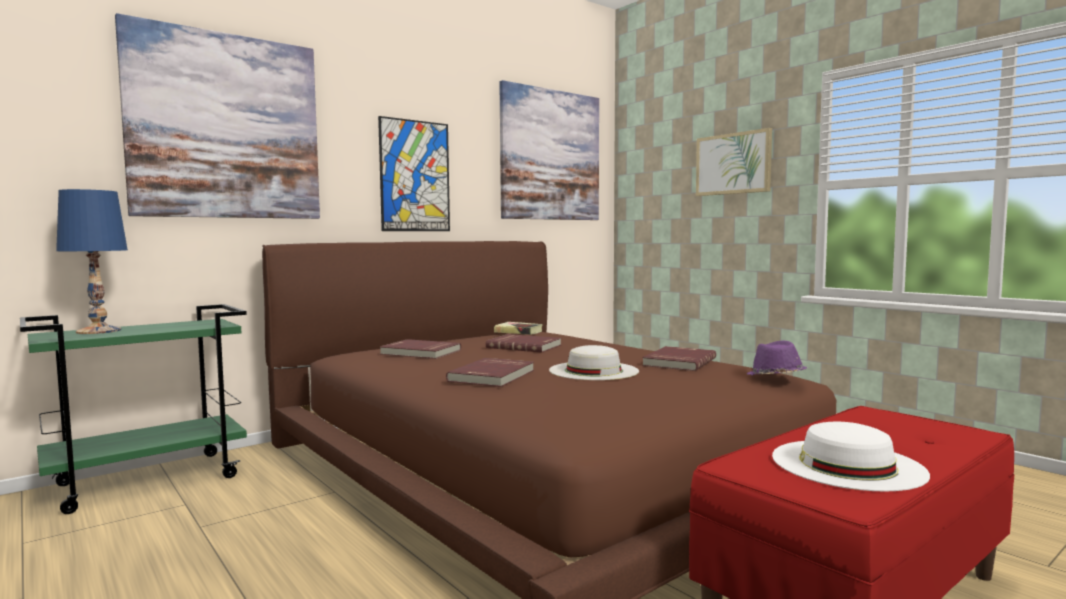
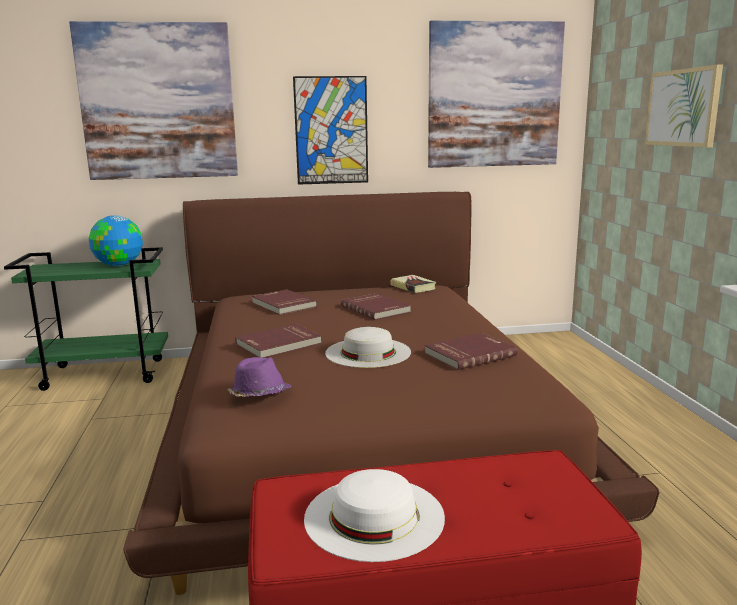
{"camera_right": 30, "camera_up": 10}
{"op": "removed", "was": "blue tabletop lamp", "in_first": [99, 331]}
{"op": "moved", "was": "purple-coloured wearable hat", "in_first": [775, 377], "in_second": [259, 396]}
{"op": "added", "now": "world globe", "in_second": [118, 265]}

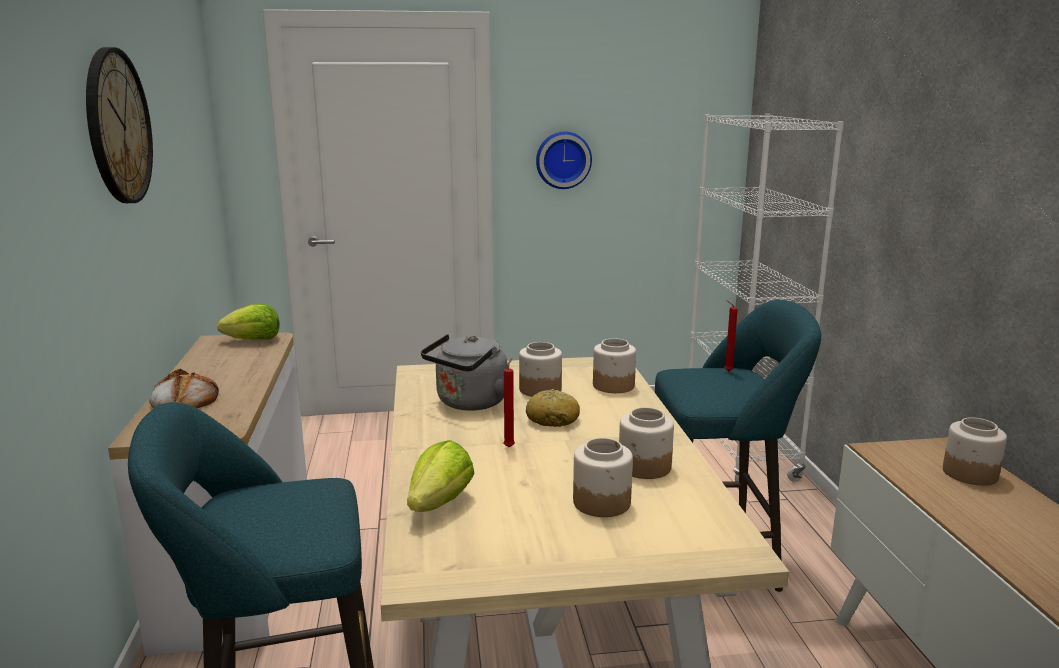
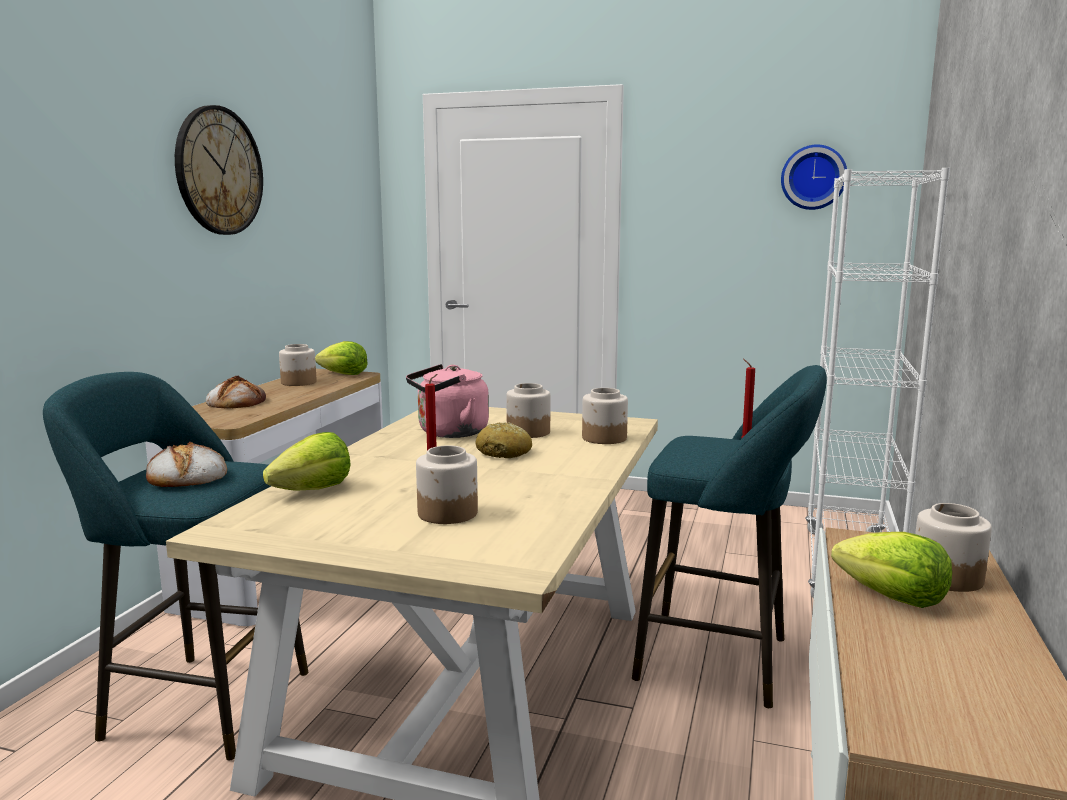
{"camera_right": 25, "camera_up": -5}
{"op": "recoloured", "was": "greyish kettle", "now": "pink-coloured kettle", "in_first": [469, 403], "in_second": [449, 433]}
{"op": "moved", "was": "wall clock", "in_first": [563, 160], "in_second": [813, 177]}
{"op": "moved", "was": "preserve jar", "in_first": [644, 467], "in_second": [298, 382]}
{"op": "added", "now": "baked bread", "in_second": [186, 476]}
{"op": "added", "now": "lettuce", "in_second": [892, 598]}

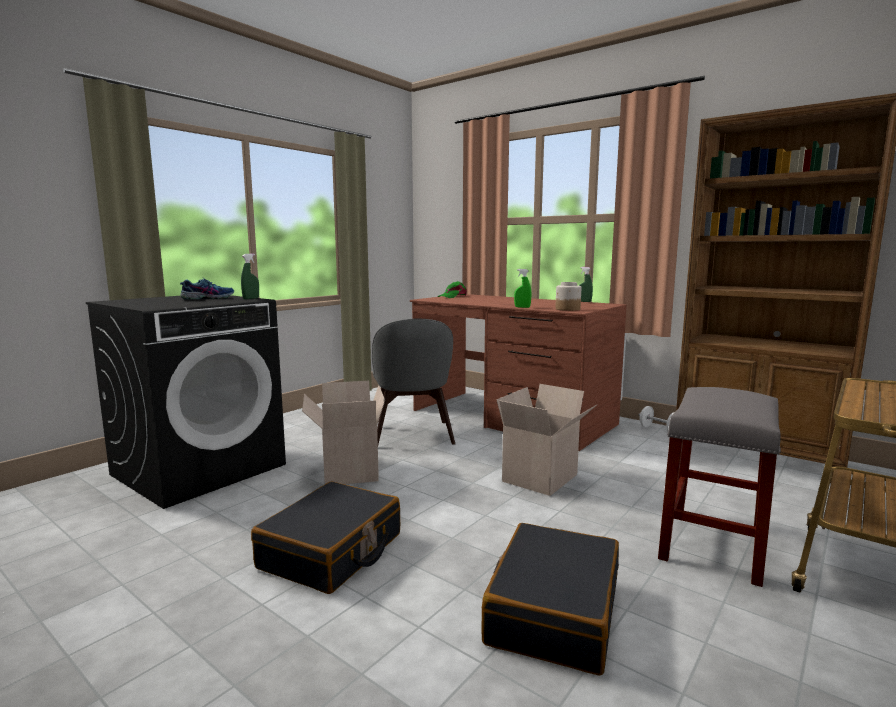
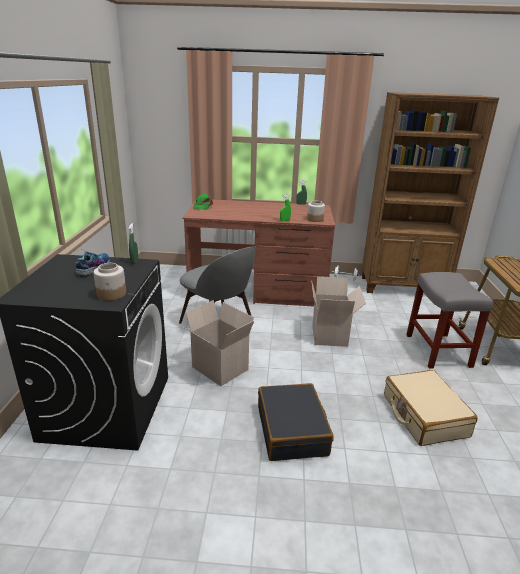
{"camera_right": -35, "camera_up": 15}
{"op": "recoloured", "was": "black travel case", "now": "sand-coloured travel case", "in_first": [553, 611], "in_second": [424, 415]}
{"op": "added", "now": "preserve jar", "in_second": [112, 294]}

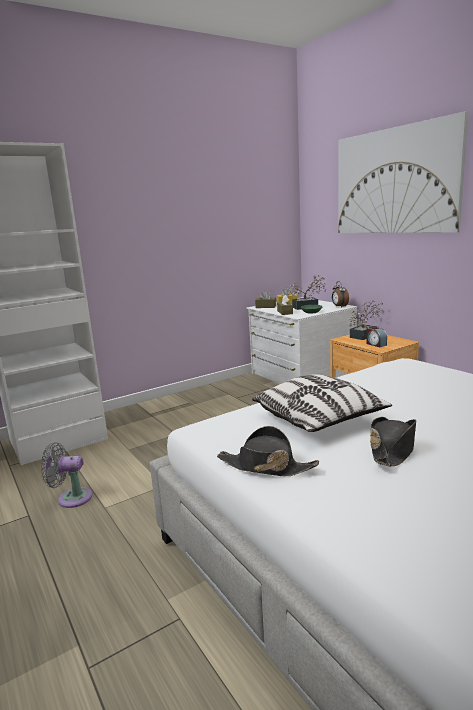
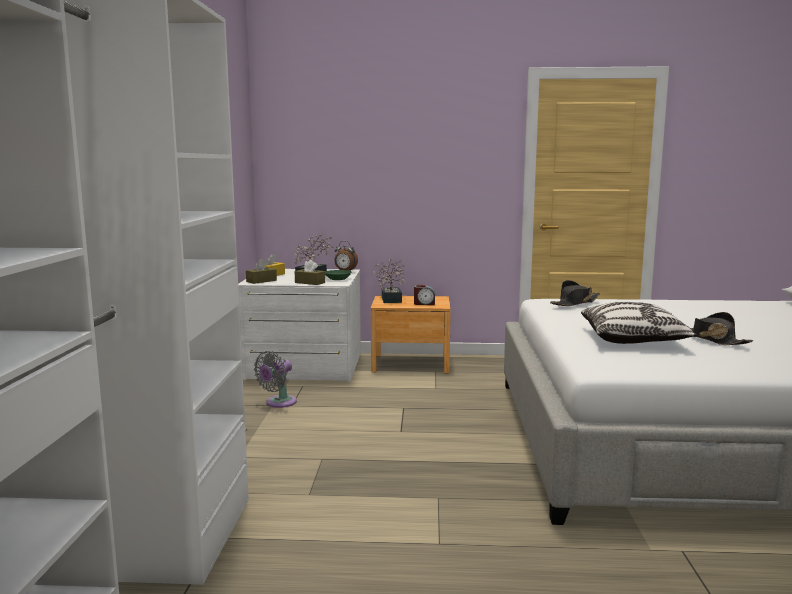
{"camera_right": -55, "camera_up": -5}
{"op": "moved", "was": "greyish cooling fan", "in_first": [71, 498], "in_second": [278, 403]}
{"op": "moved", "was": "black wearable hat", "in_first": [266, 466], "in_second": [575, 303]}
{"op": "removed", "was": "wall art", "in_first": [395, 181]}

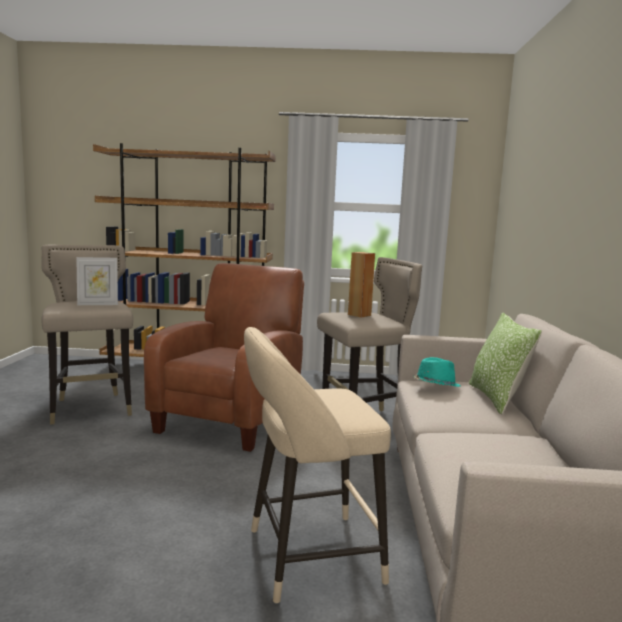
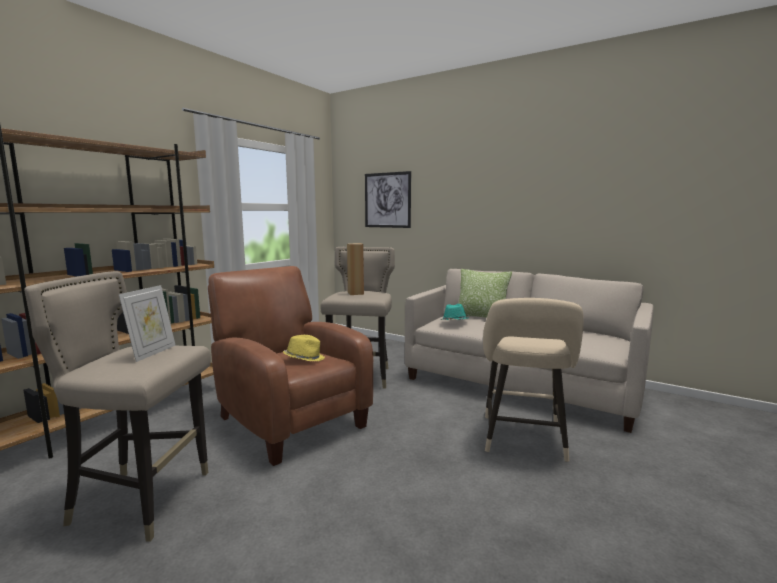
{"camera_right": -60, "camera_up": 0}
{"op": "added", "now": "yellow-coloured wearable hat", "in_second": [304, 358]}
{"op": "added", "now": "wall art", "in_second": [387, 200]}

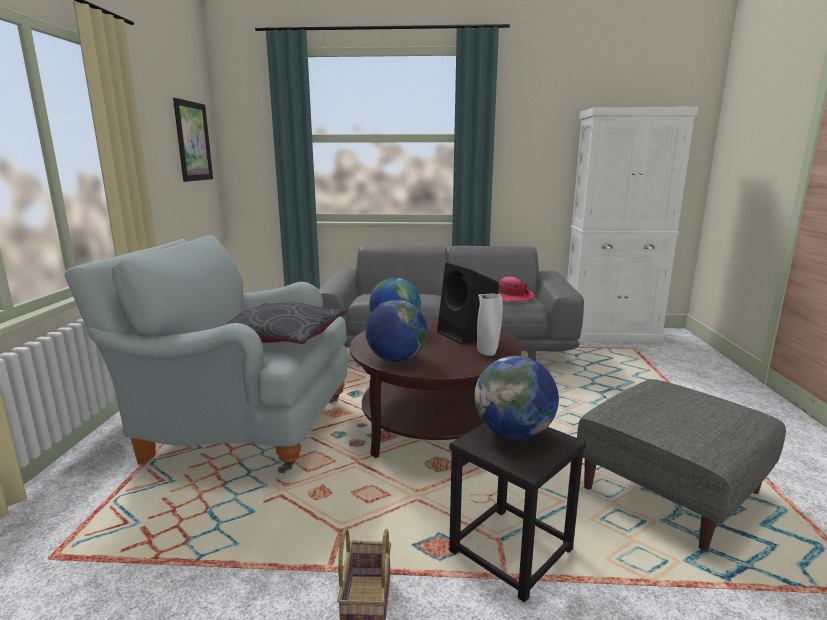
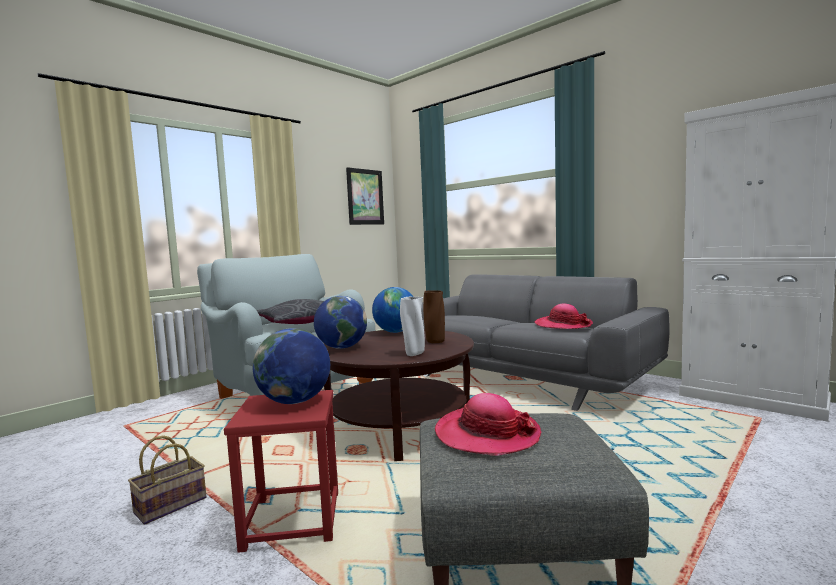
{"camera_right": 40, "camera_up": -10}
{"op": "replaced", "was": "black audio speaker", "now": "brown-coloured vase", "in_first": [467, 334], "in_second": [435, 342]}
{"op": "recoloured", "was": "black sitting stool", "now": "red sitting stool", "in_first": [511, 552], "in_second": [292, 521]}
{"op": "added", "now": "wearable hat", "in_second": [487, 434]}

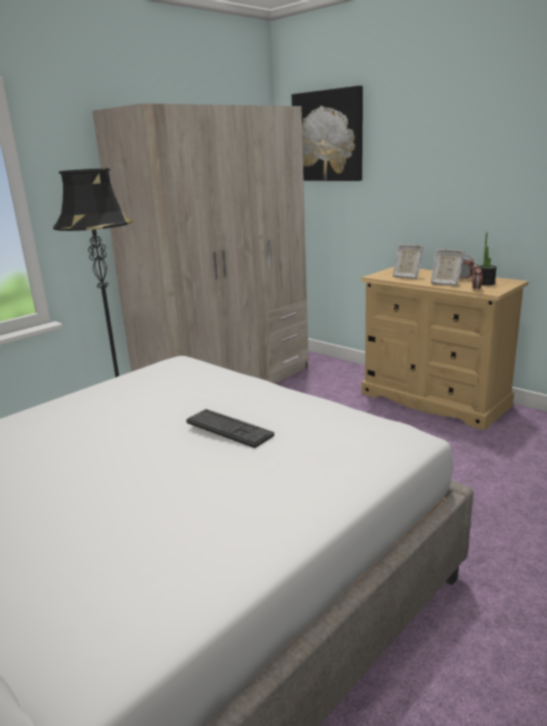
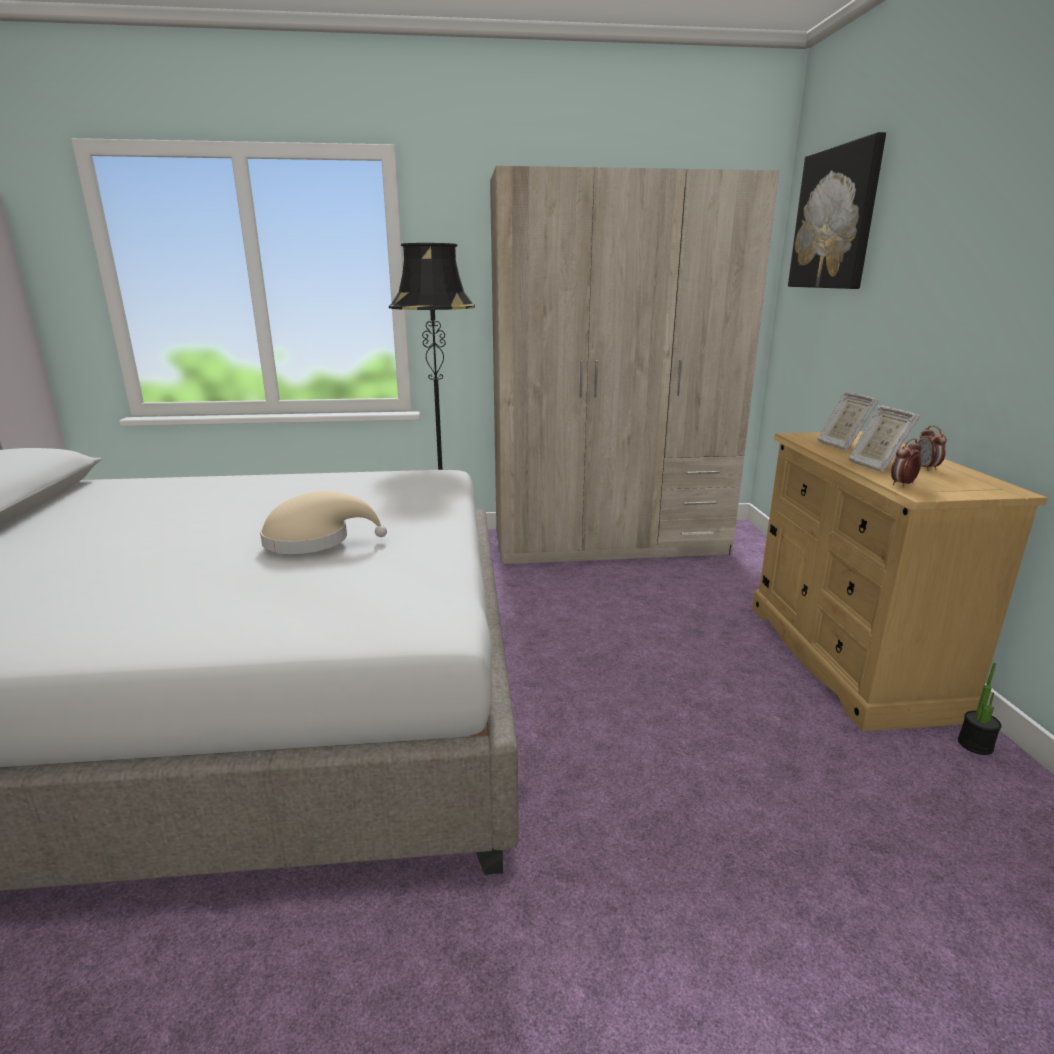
{"camera_right": 40, "camera_up": 0}
{"op": "replaced", "was": "keyboard", "now": "sand-coloured wearable hat", "in_first": [229, 429], "in_second": [314, 540]}
{"op": "moved", "was": "potted plant", "in_first": [486, 283], "in_second": [975, 745]}

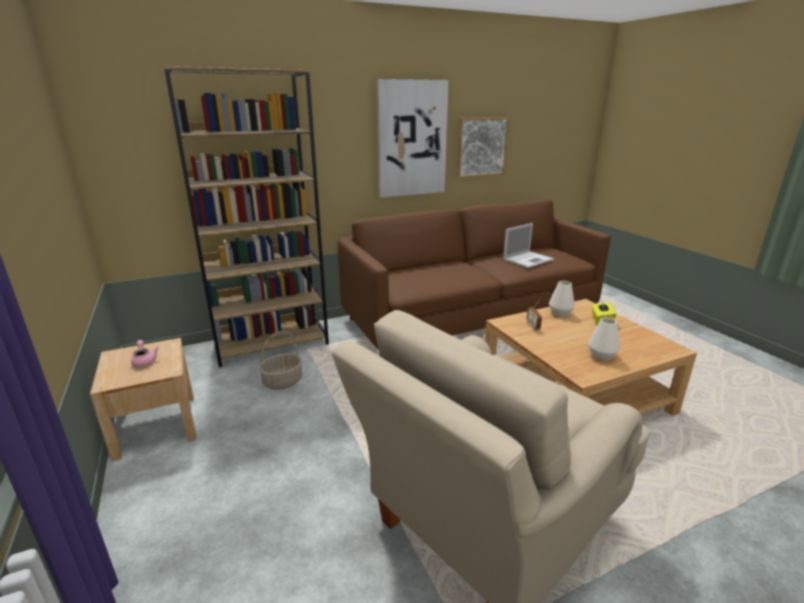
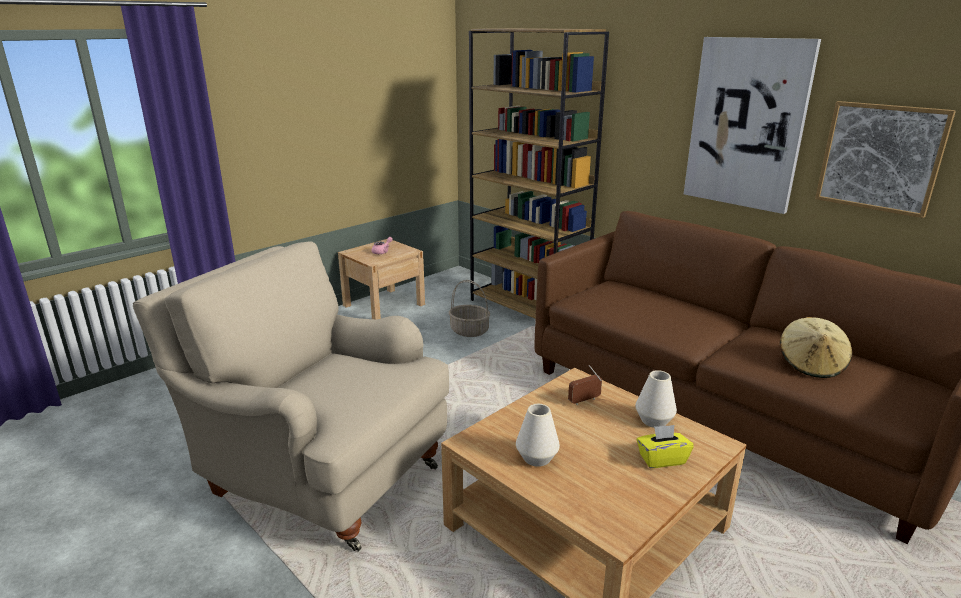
{"camera_right": 70, "camera_up": 0}
{"op": "replaced", "was": "notebook computer", "now": "sand-coloured wearable hat", "in_first": [528, 259], "in_second": [811, 365]}

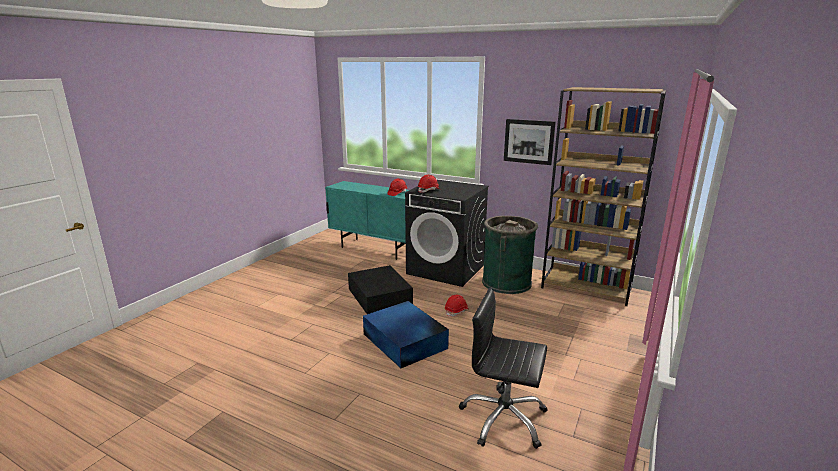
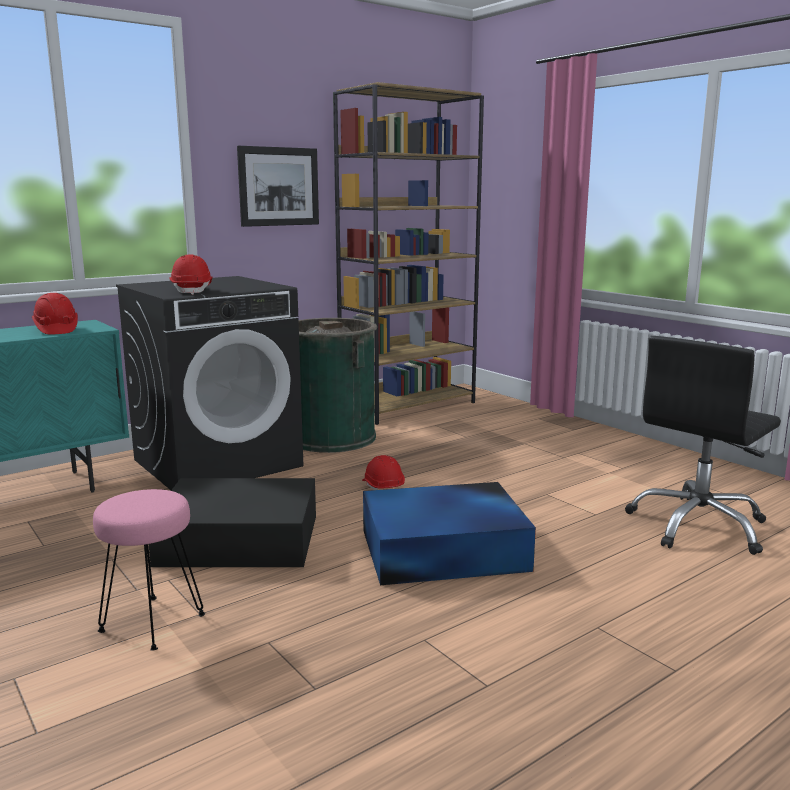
{"camera_right": -65, "camera_up": -5}
{"op": "added", "now": "pink-coloured sitting stool", "in_second": [152, 622]}

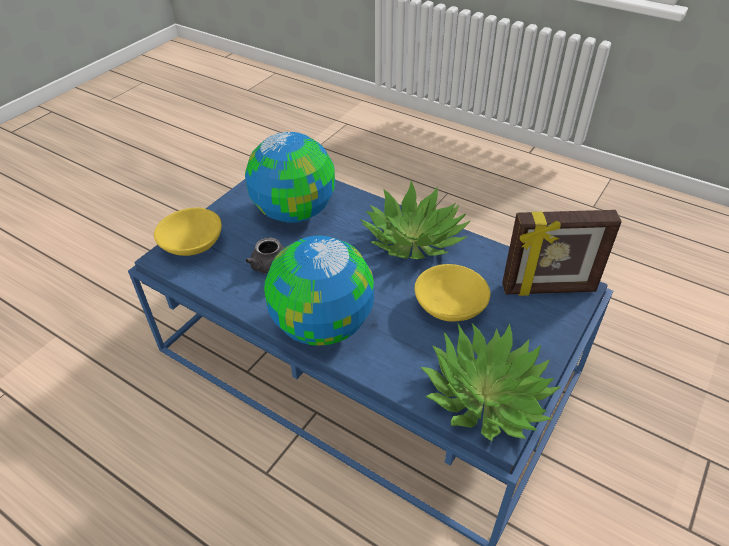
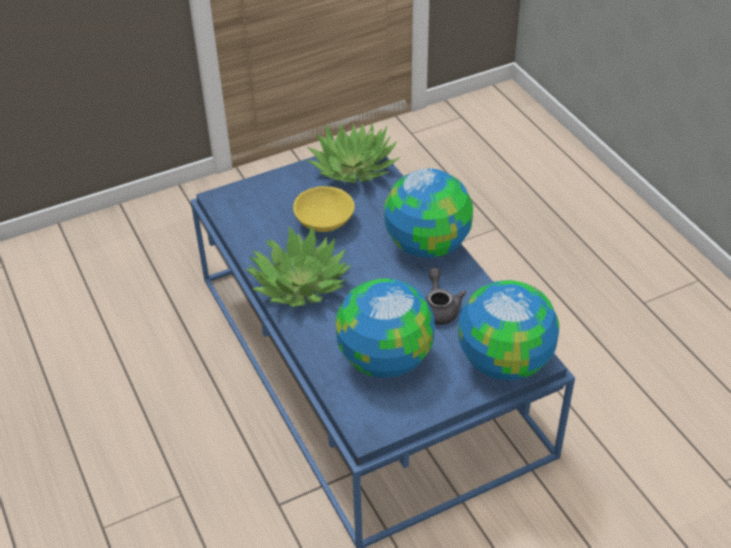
{"camera_right": -150, "camera_up": 0}
{"op": "replaced", "was": "yellow-coloured bowl", "now": "world globe", "in_first": [193, 246], "in_second": [503, 361]}
{"op": "removed", "was": "picture frame", "in_first": [548, 289]}

